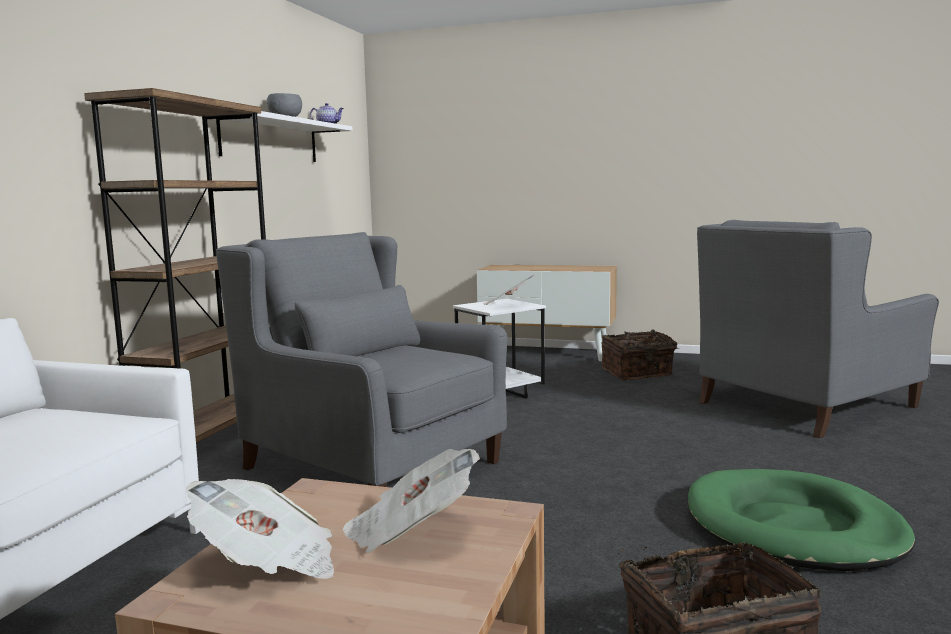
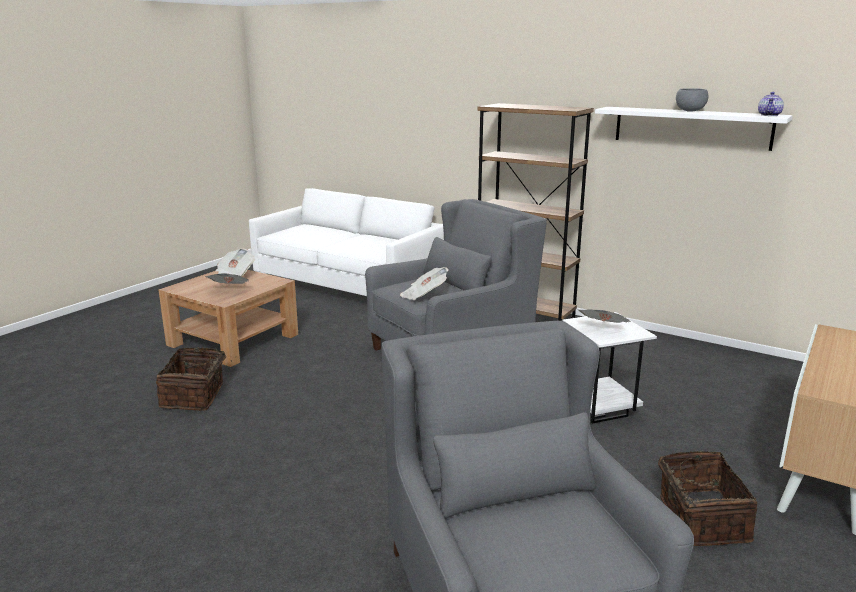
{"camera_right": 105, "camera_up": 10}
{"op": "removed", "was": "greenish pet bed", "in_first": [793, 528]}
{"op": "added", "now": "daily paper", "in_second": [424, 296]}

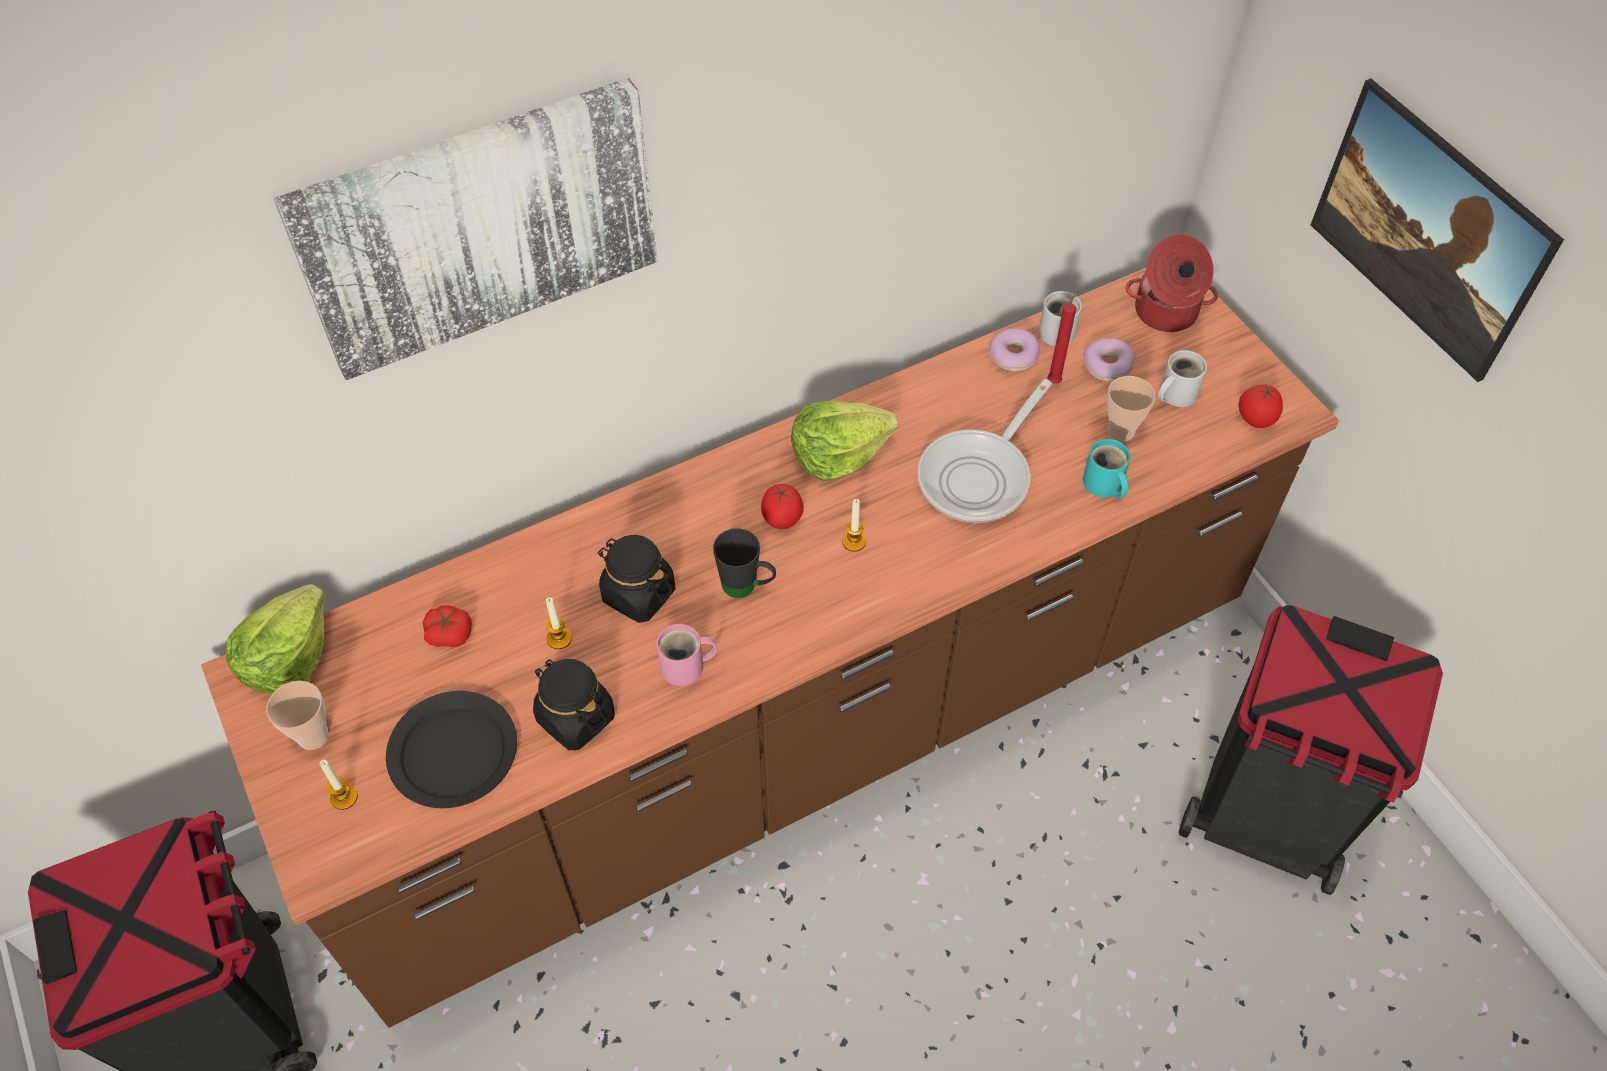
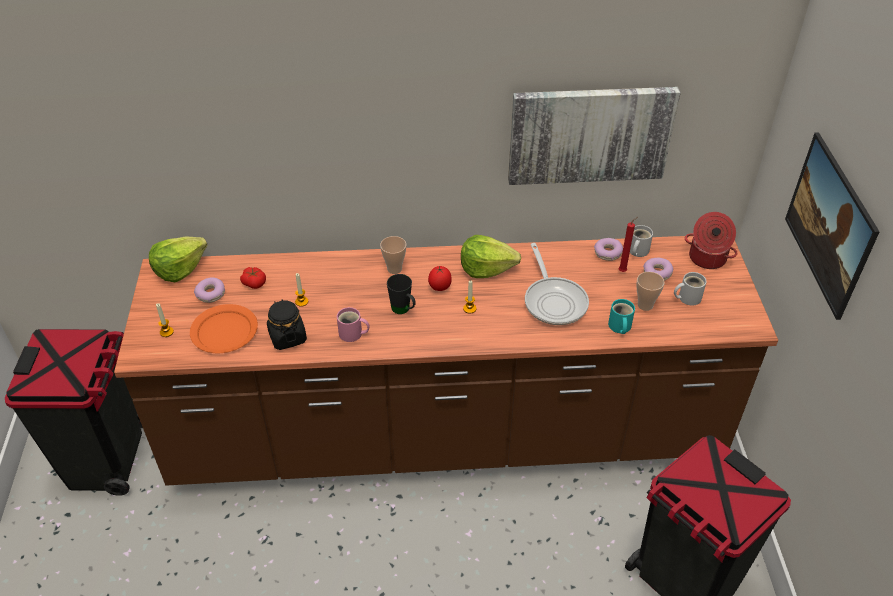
{"camera_right": 25, "camera_up": -10}
{"op": "moved", "was": "drinking cup", "in_first": [313, 736], "in_second": [394, 269]}
{"op": "moved", "was": "wall art", "in_first": [479, 225], "in_second": [590, 134]}
{"op": "recoloured", "was": "black flat dish", "now": "orangey flat dish", "in_first": [454, 752], "in_second": [225, 331]}
{"op": "removed", "was": "black preserve jar", "in_first": [638, 594]}
{"op": "turned", "was": "pan", "in_first": [979, 476], "in_second": [554, 301], "clockwise": -75}
{"op": "removed", "was": "whole tomato", "in_first": [1255, 419]}
{"op": "added", "now": "ring doughnut", "in_second": [211, 294]}

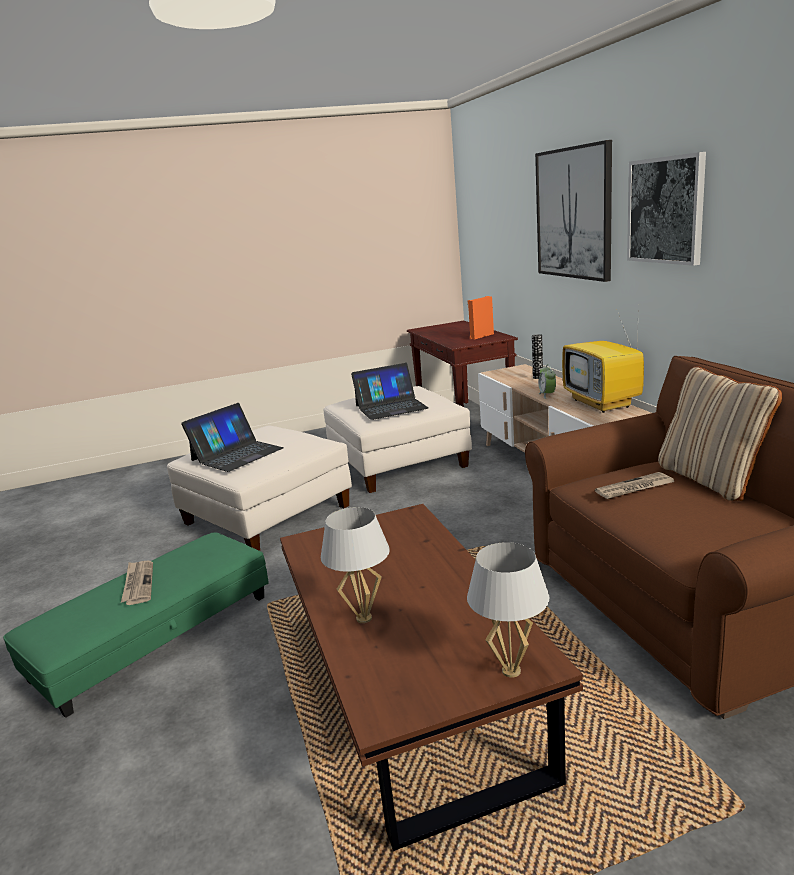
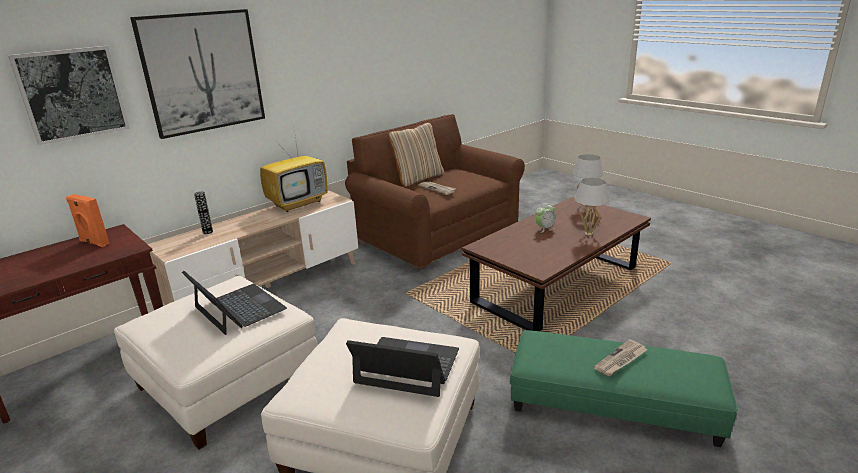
{"camera_right": -115, "camera_up": 5}
{"op": "moved", "was": "table clock", "in_first": [547, 395], "in_second": [544, 228]}
{"op": "moved", "was": "wall art", "in_first": [666, 210], "in_second": [72, 94]}

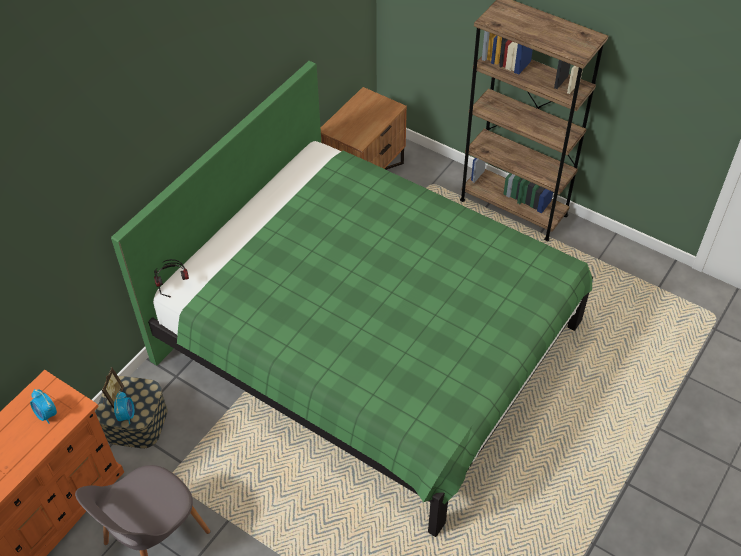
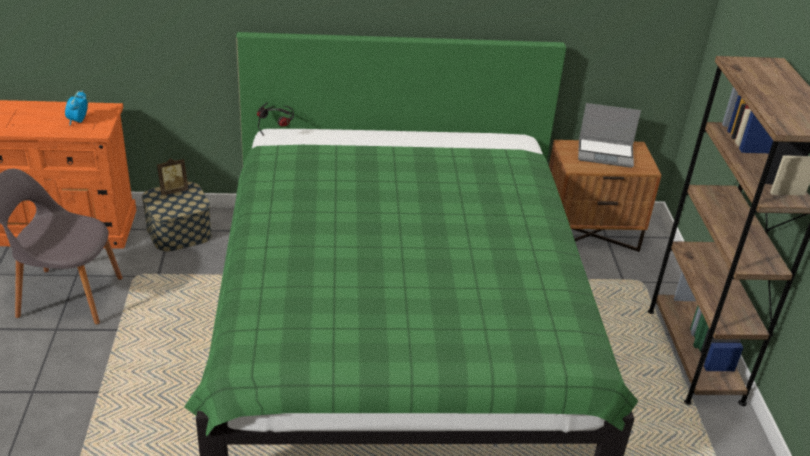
{"camera_right": 50, "camera_up": -15}
{"op": "removed", "was": "table clock", "in_first": [127, 415]}
{"op": "added", "now": "notebook computer", "in_second": [606, 153]}

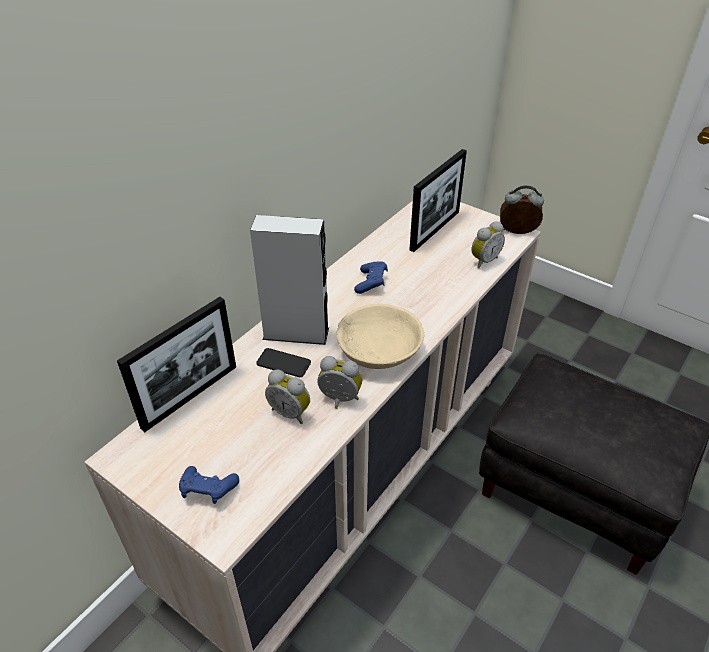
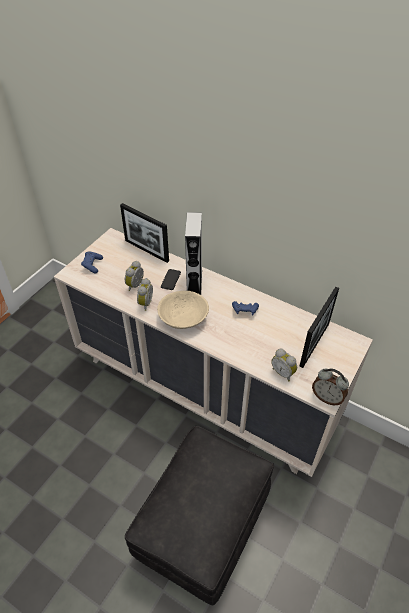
{"camera_right": 85, "camera_up": 5}
{"op": "turned", "was": "picture frame", "in_first": [435, 230], "in_second": [314, 344], "clockwise": -90}
{"op": "turned", "was": "table clock", "in_first": [517, 232], "in_second": [327, 397], "clockwise": 120}

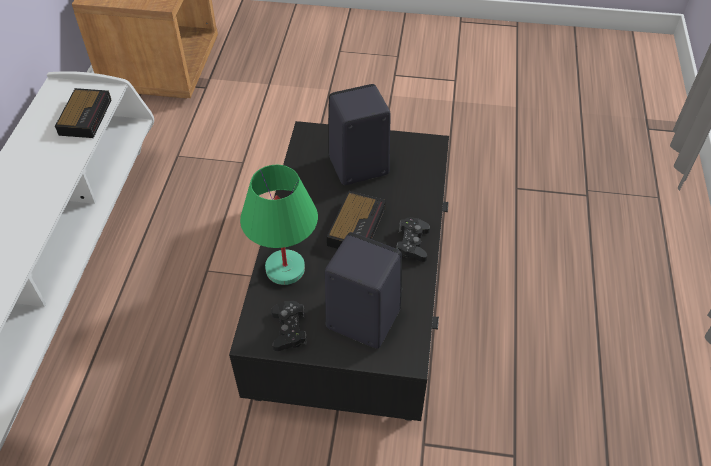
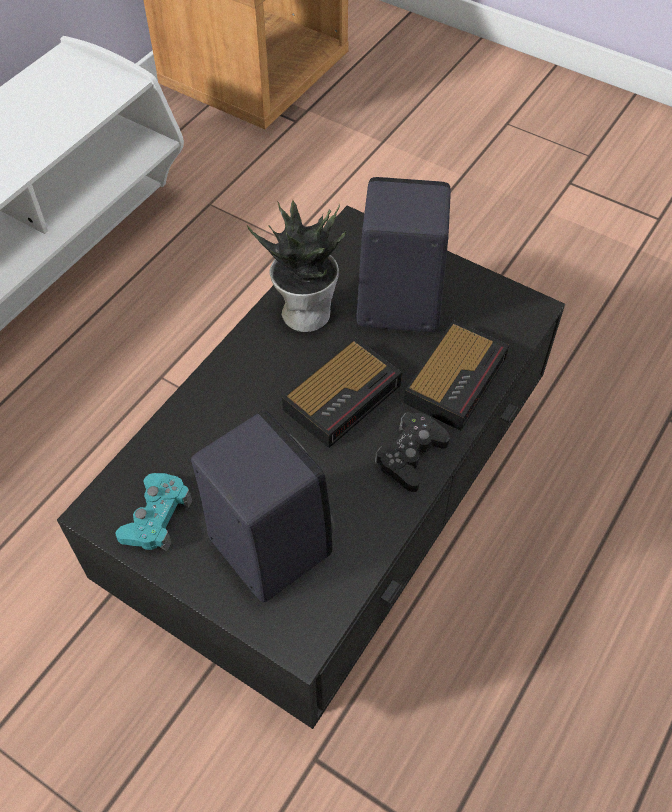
{"camera_right": 25, "camera_up": 5}
{"op": "moved", "was": "table clock", "in_first": [86, 116], "in_second": [456, 378]}
{"op": "removed", "was": "greenish tabletop lamp", "in_first": [284, 269]}
{"op": "recoloured", "was": "black game controller", "now": "turquoise game controller", "in_first": [289, 330], "in_second": [156, 517]}
{"op": "added", "now": "potted plant", "in_second": [306, 311]}

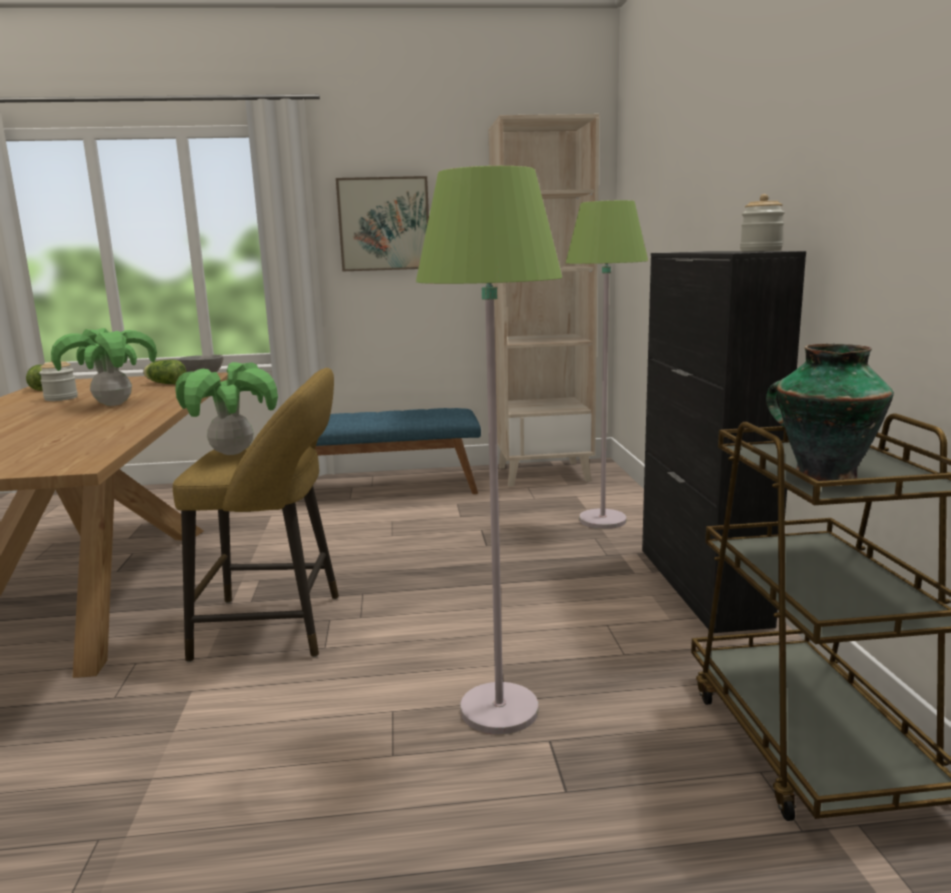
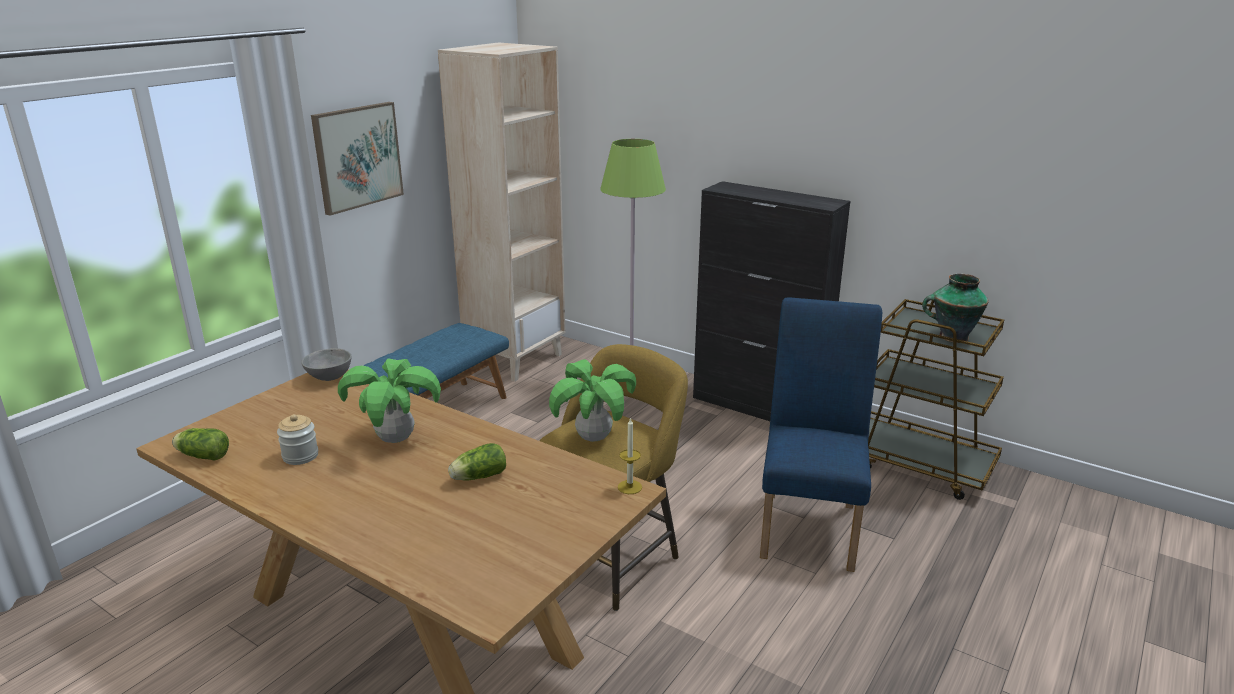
{"camera_right": -50, "camera_up": 10}
{"op": "moved", "was": "lettuce", "in_first": [165, 383], "in_second": [477, 477]}
{"op": "replaced", "was": "greenish floor lamp", "now": "blue plain chair", "in_first": [500, 710], "in_second": [810, 524]}
{"op": "removed", "was": "preserve jar", "in_first": [760, 251]}
{"op": "added", "now": "wax candle", "in_second": [629, 487]}

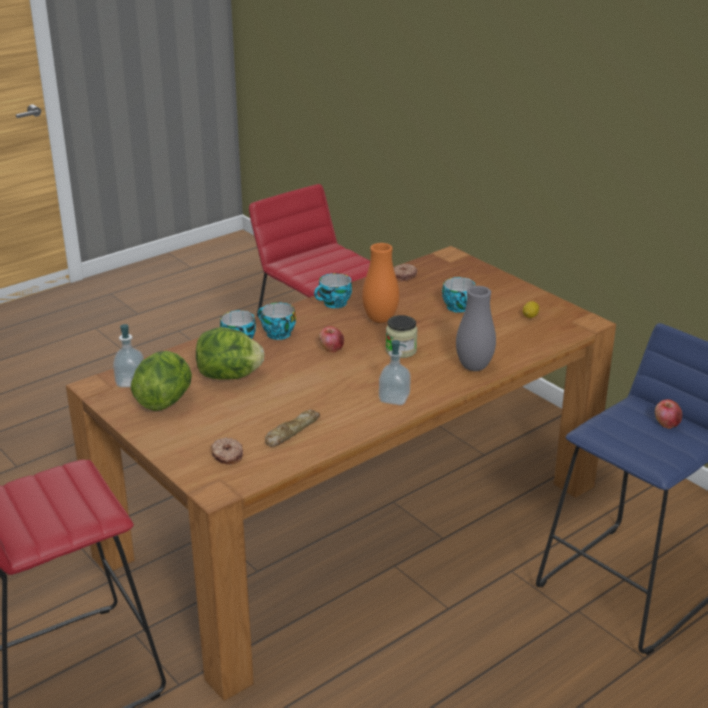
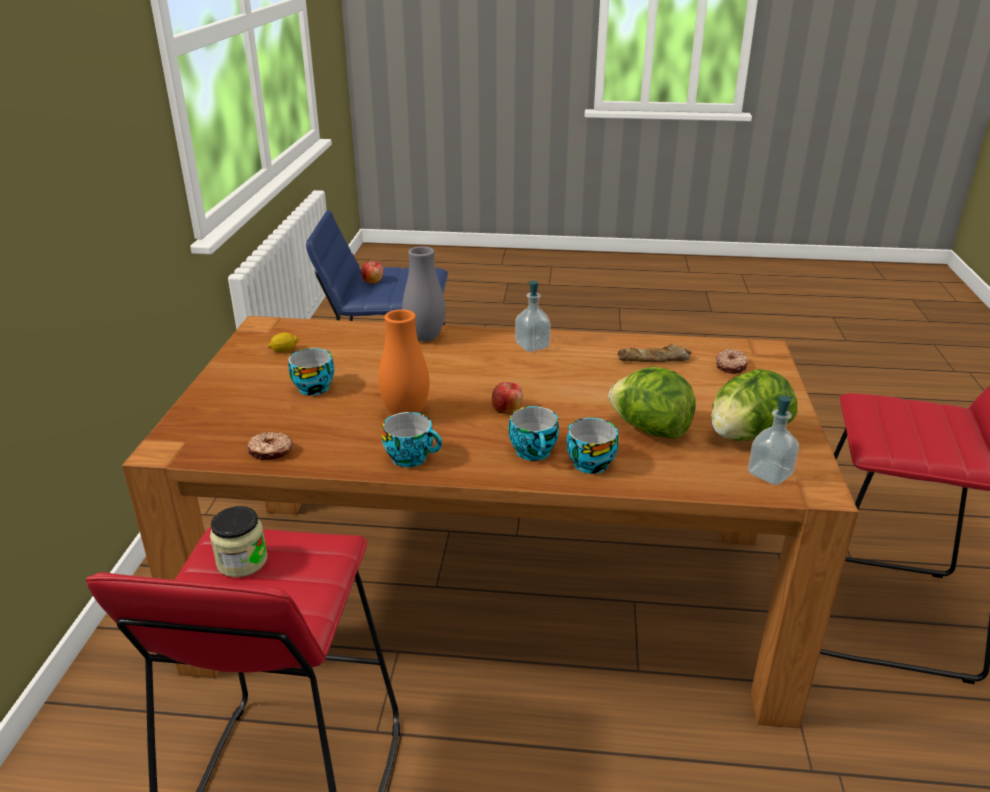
{"camera_right": -135, "camera_up": 0}
{"op": "moved", "was": "preserve jar", "in_first": [401, 350], "in_second": [242, 561]}

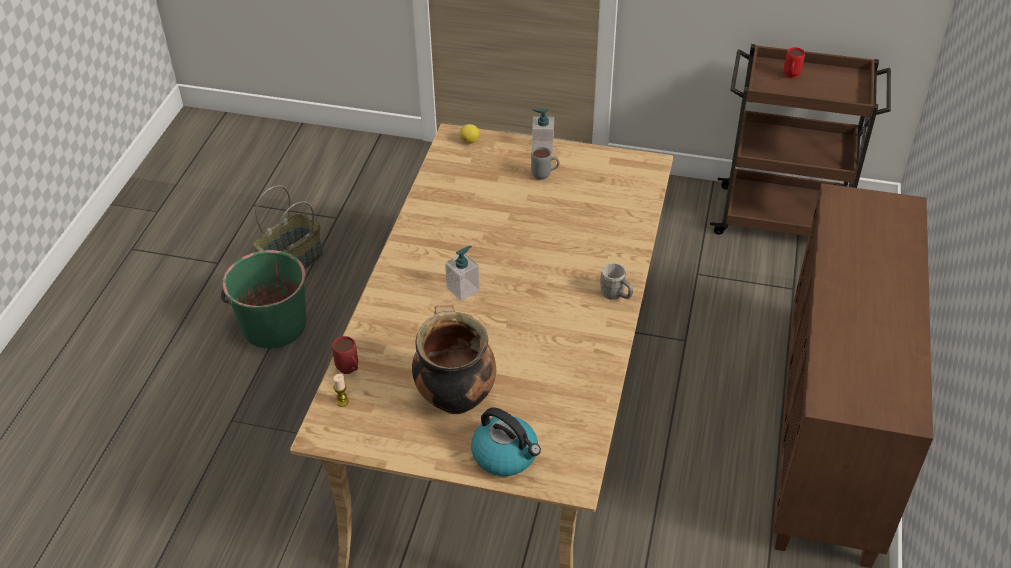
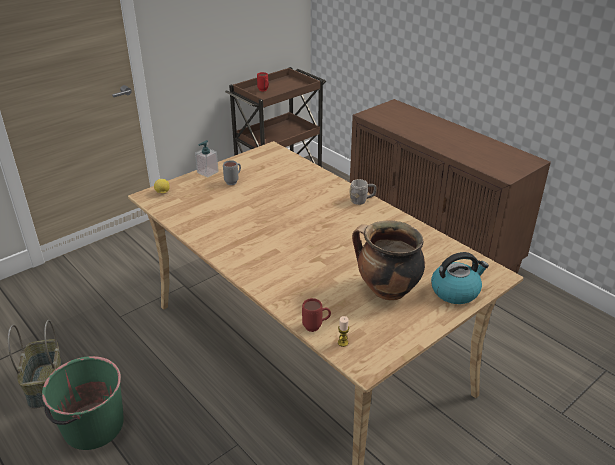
{"camera_right": -55, "camera_up": -10}
{"op": "removed", "was": "liquid soap bottle", "in_first": [463, 289]}

